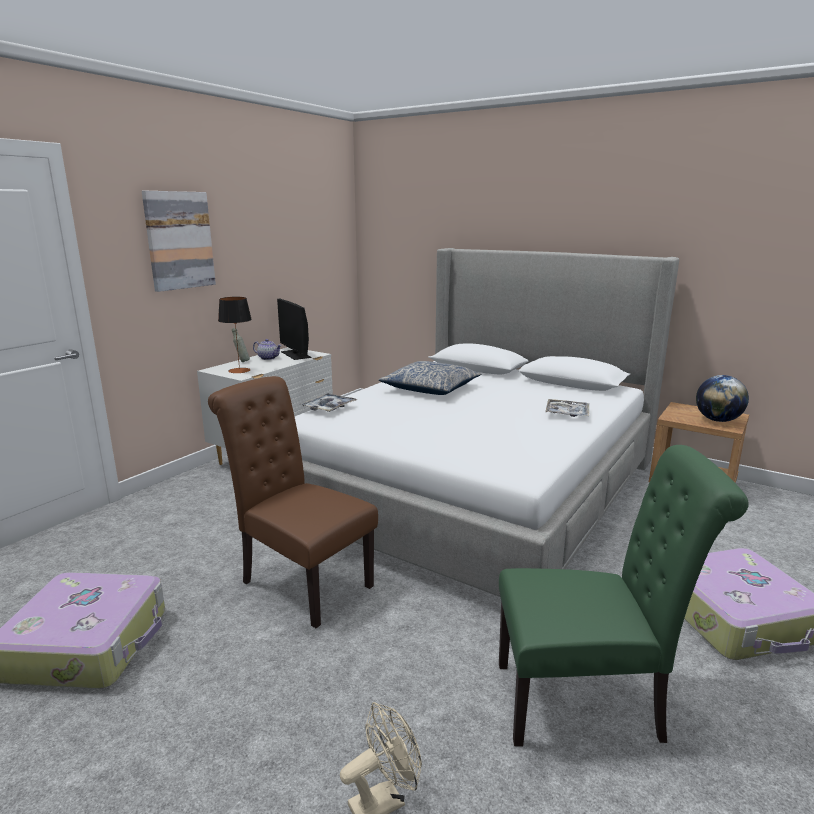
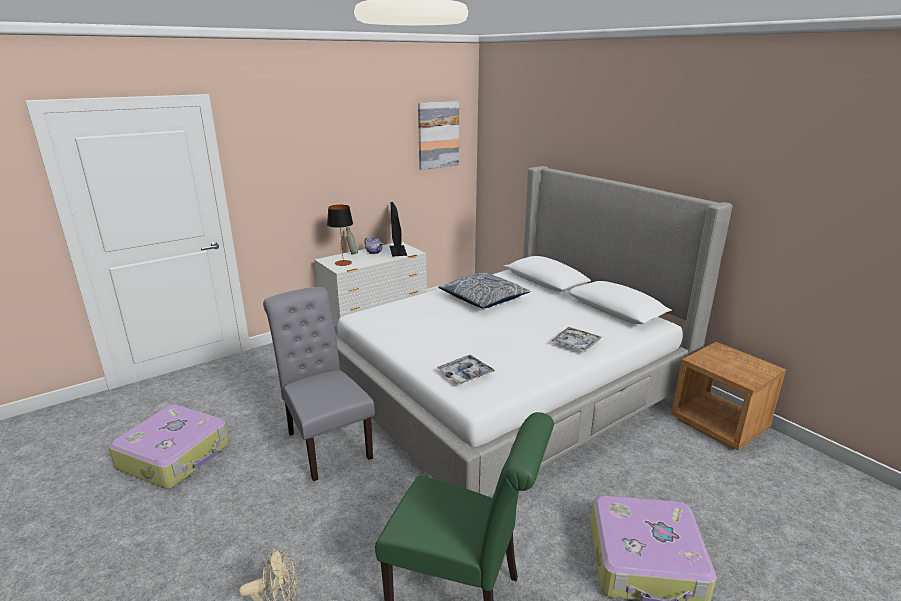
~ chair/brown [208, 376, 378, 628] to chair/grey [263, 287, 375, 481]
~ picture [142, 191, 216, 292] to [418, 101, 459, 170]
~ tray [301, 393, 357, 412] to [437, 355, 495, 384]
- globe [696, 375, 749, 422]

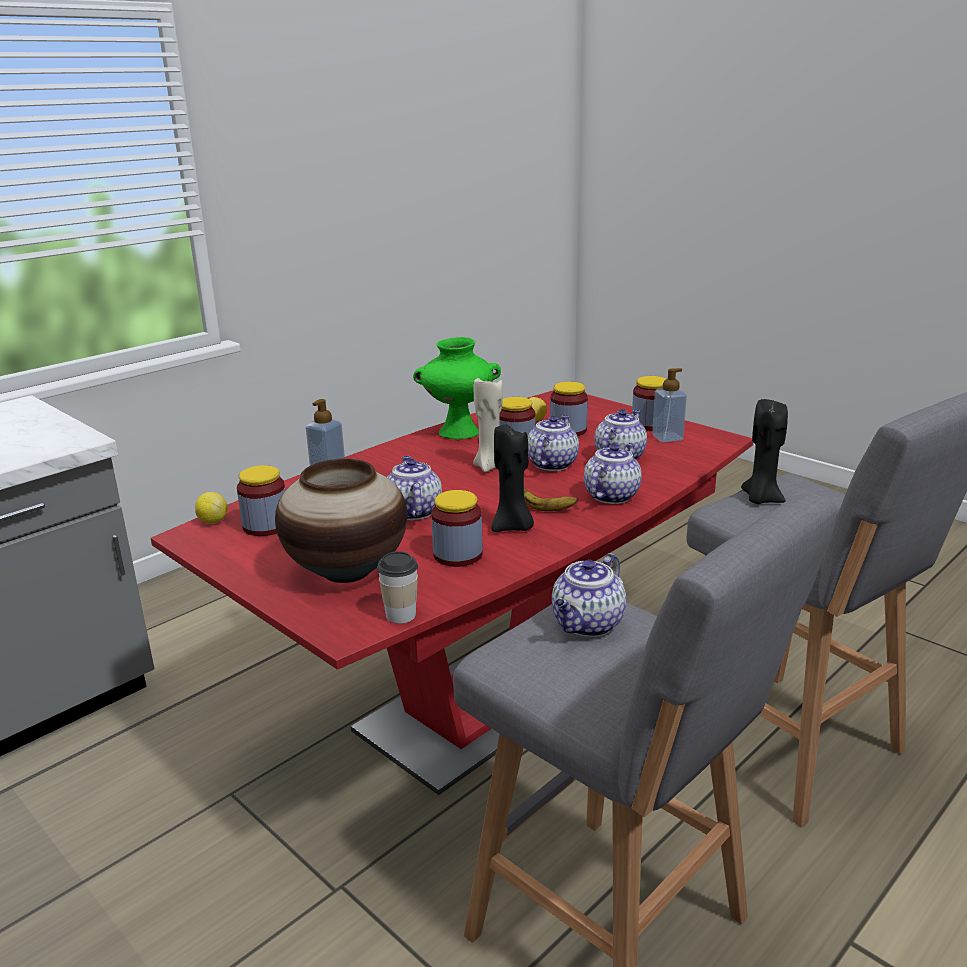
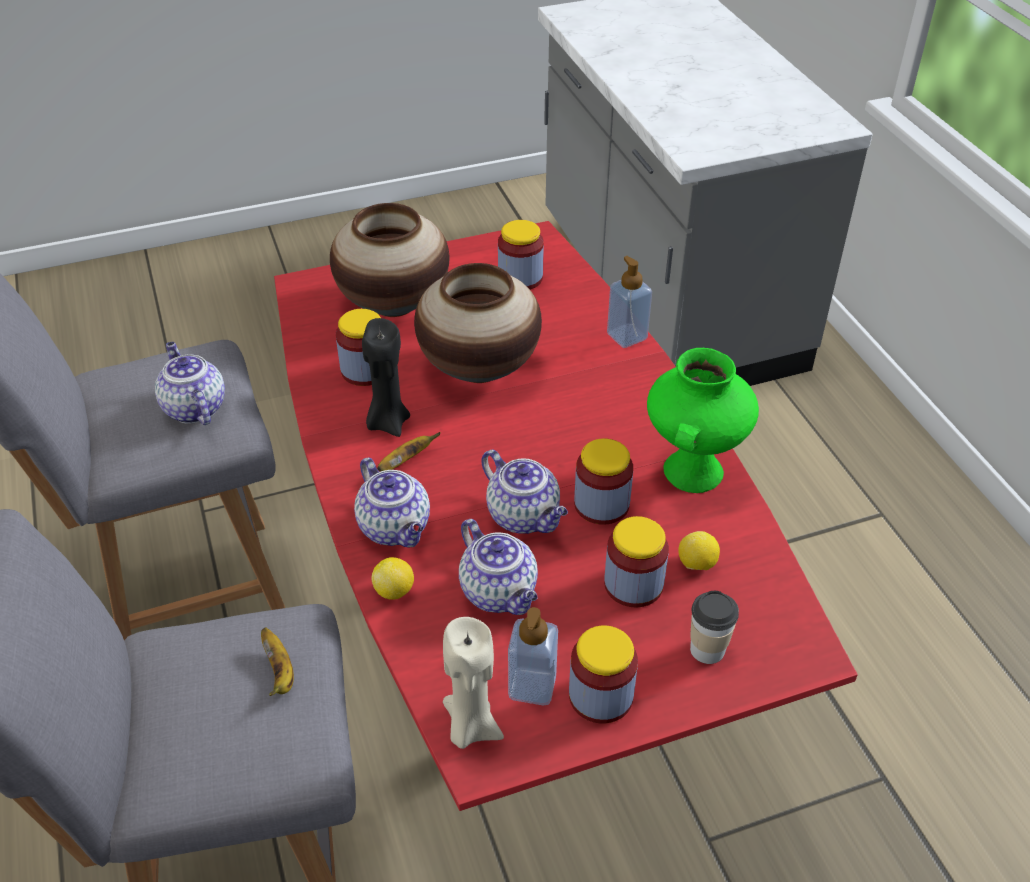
~ candle/black [741, 399, 788, 504] to banana [261, 627, 294, 696]
~ lemon [195, 492, 228, 524] to [372, 557, 414, 600]
~ teapot [387, 456, 442, 520] to vase [414, 263, 542, 383]
~ candle/beige [473, 378, 503, 472] to [443, 617, 504, 749]
~ cup [377, 551, 418, 624] to [690, 591, 739, 664]

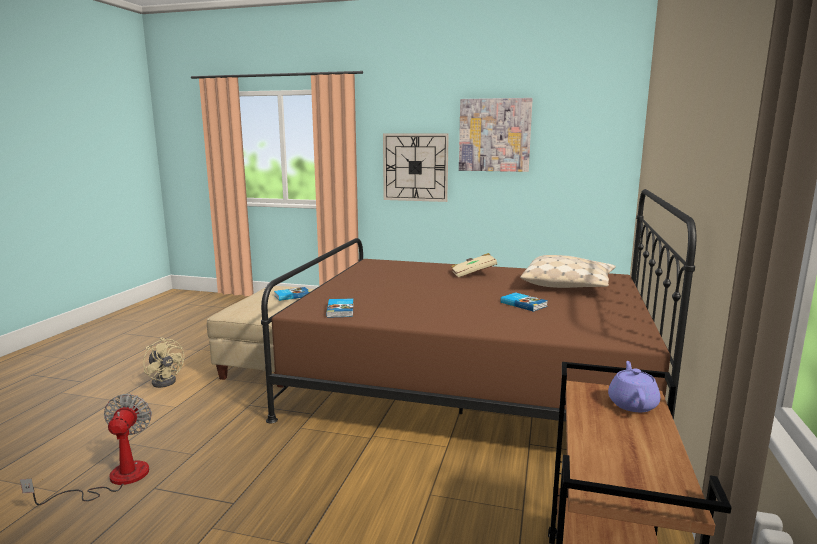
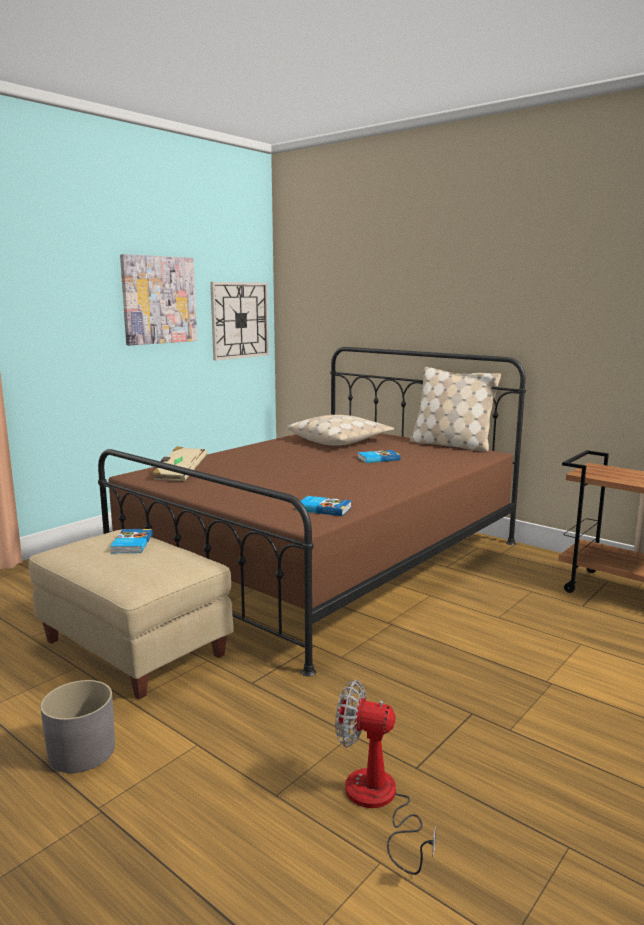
~ fan/beige [143, 337, 184, 388] to planter/grey [40, 680, 115, 773]
~ book/beige [451, 253, 497, 278] to [152, 446, 207, 481]
~ wall clock [383, 134, 449, 202] to [210, 282, 269, 361]
+ pillow/beige [410, 367, 501, 452]
- teapot/purple [608, 361, 660, 412]

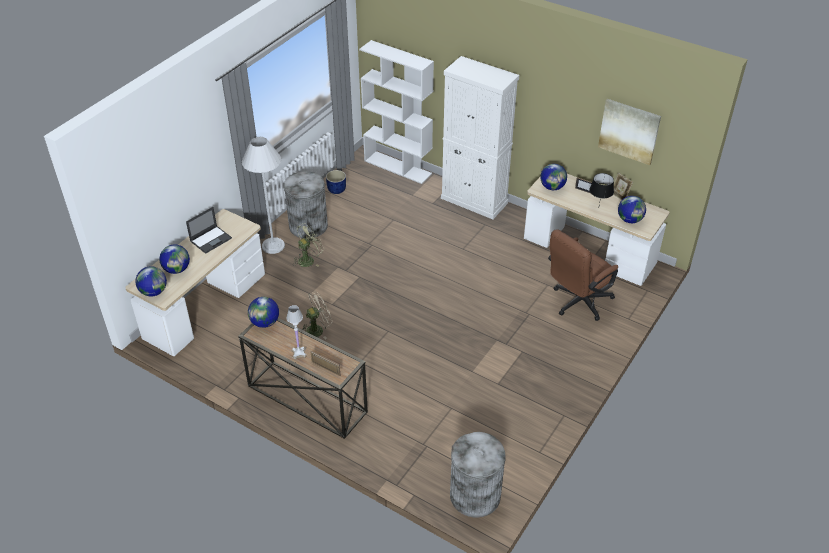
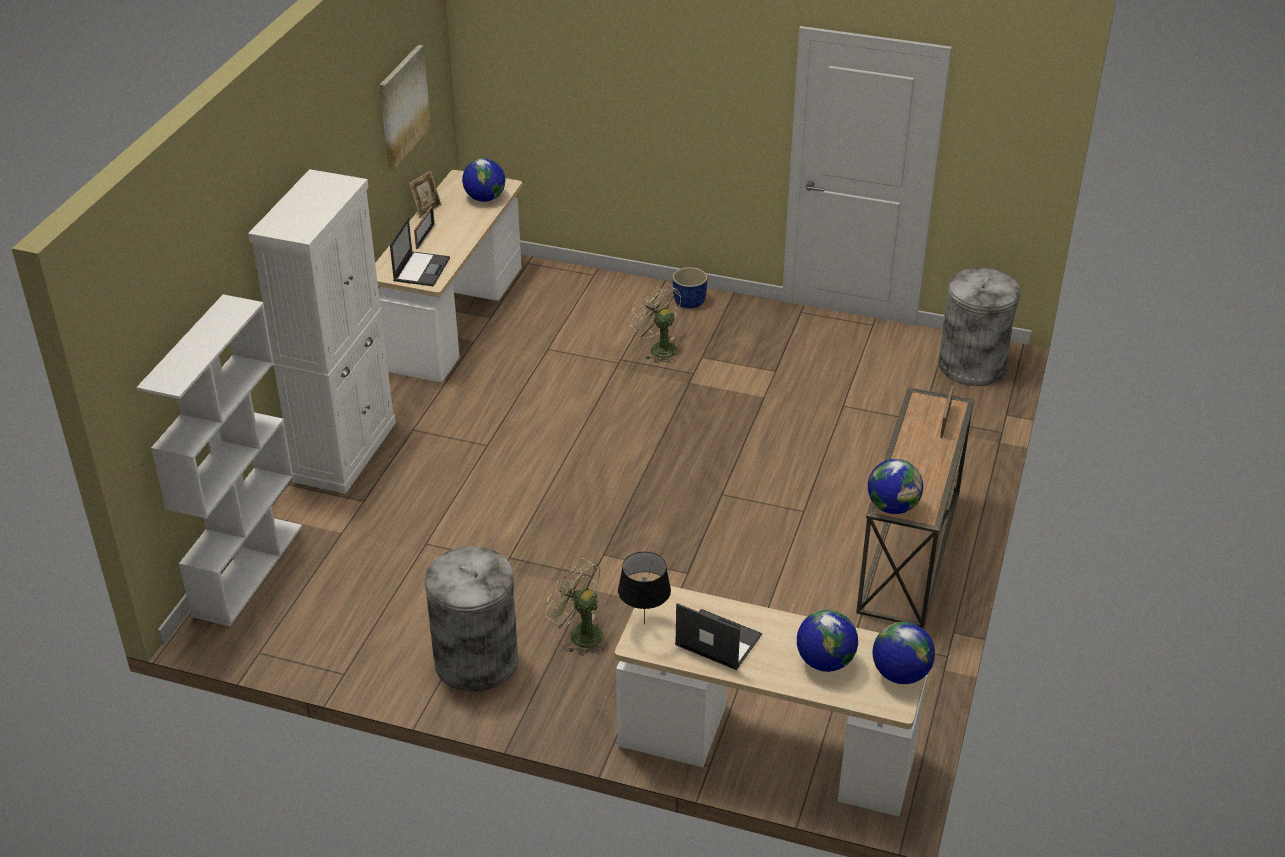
~ globe [540, 164, 567, 190] to laptop [390, 217, 450, 286]
~ table lamp/black [590, 173, 614, 205] to [618, 552, 671, 624]
~ fan/beige [303, 291, 333, 339] to [630, 283, 681, 363]
~ planter/blue [326, 170, 346, 194] to [673, 267, 707, 309]
- floor lamp/white [242, 137, 285, 254]
- table lamp/white [286, 305, 307, 359]
- office chair/brown [548, 229, 618, 321]

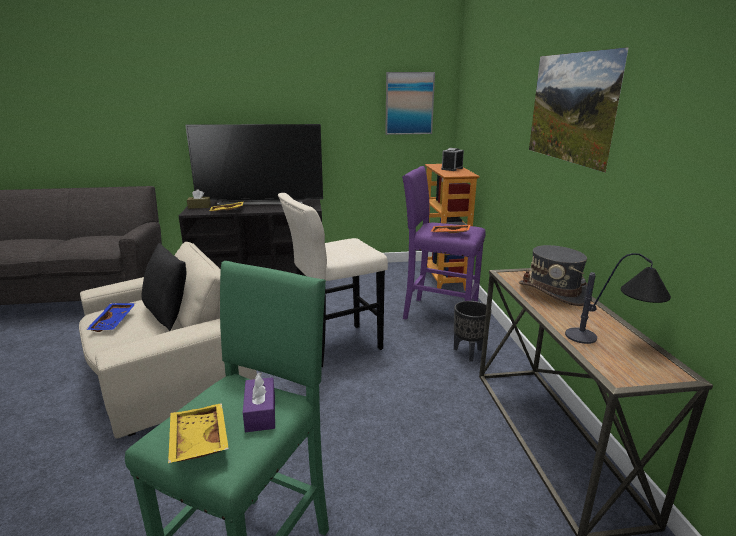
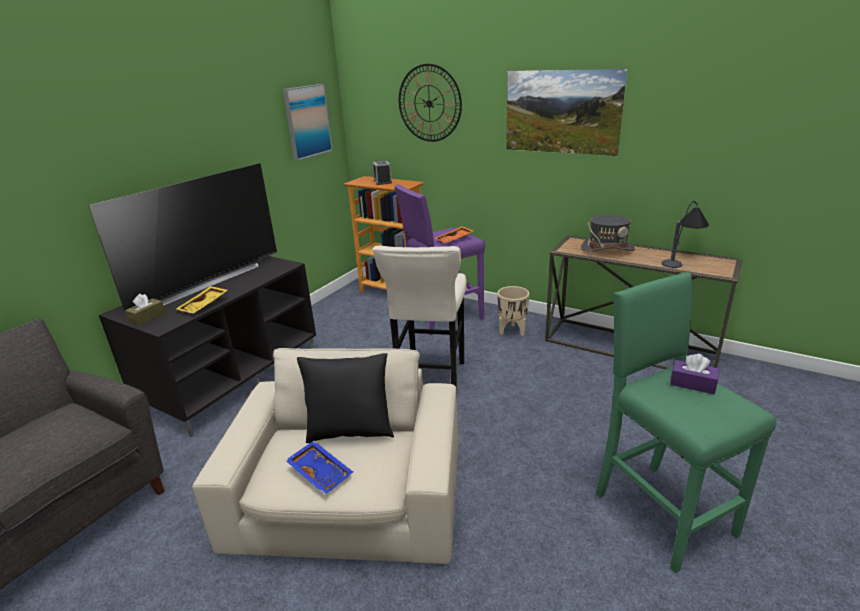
+ wall clock [399, 64, 462, 142]
~ planter/black [454, 301, 491, 362] to planter/beige [497, 286, 529, 336]
- tray/yellow [168, 403, 229, 463]

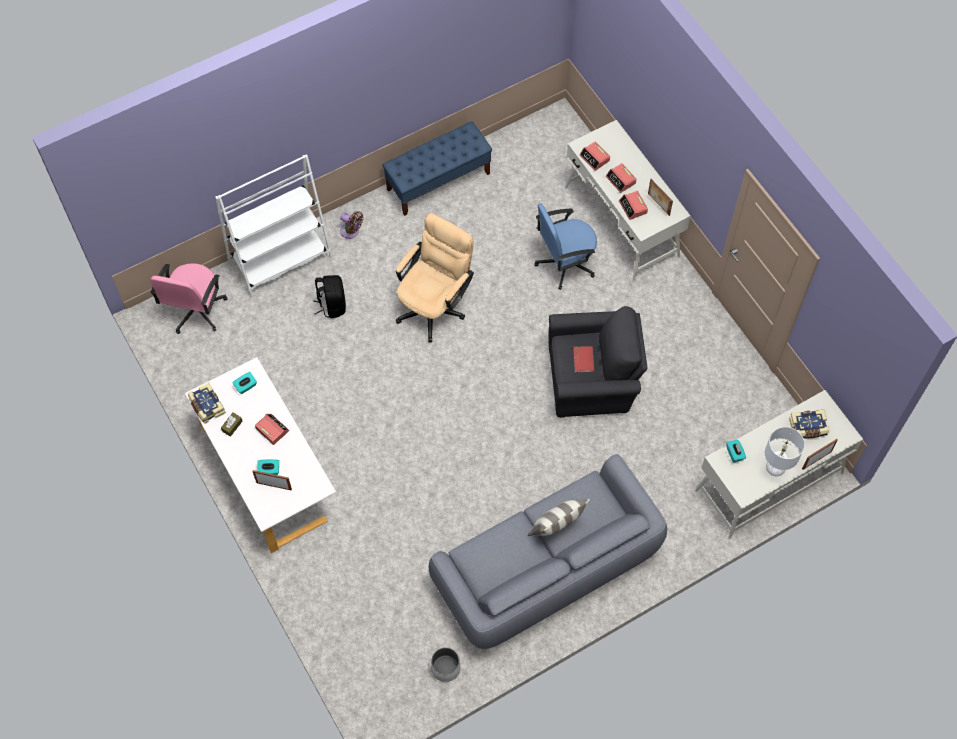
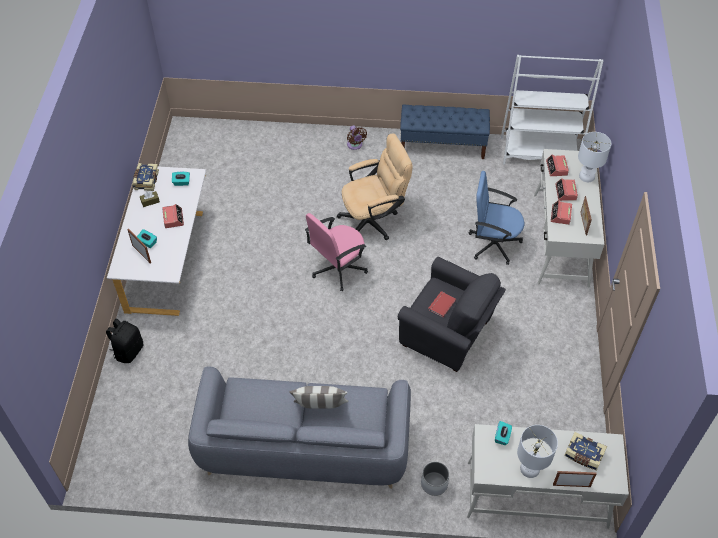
~ backpack/black [313, 275, 346, 318] to [106, 319, 143, 363]
~ office chair/pink [150, 263, 227, 334] to [305, 213, 368, 291]
~ planter/white [431, 647, 460, 682] to [421, 462, 449, 496]
~ bookcase/white [215, 154, 333, 297] to [501, 55, 603, 165]
+ table lamp/white [578, 132, 611, 182]

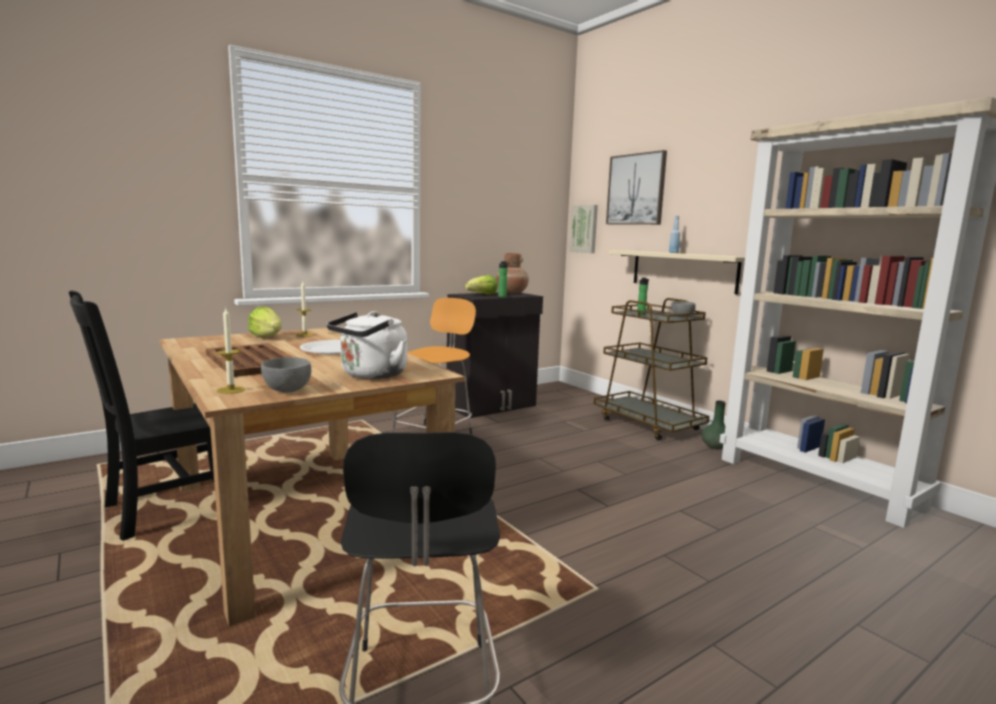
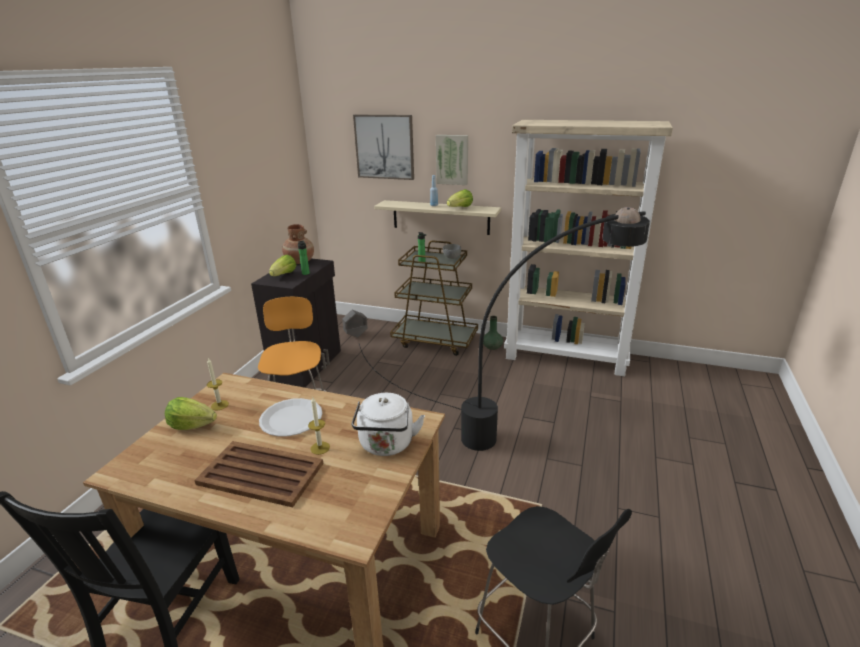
~ candle [216, 308, 245, 394] to [308, 397, 330, 455]
+ planter/grey [342, 310, 368, 337]
+ floor lamp/black [359, 207, 650, 451]
~ picture [570, 205, 598, 253] to [436, 135, 468, 185]
+ lettuce [447, 189, 473, 207]
- bowl/grey [261, 357, 311, 392]

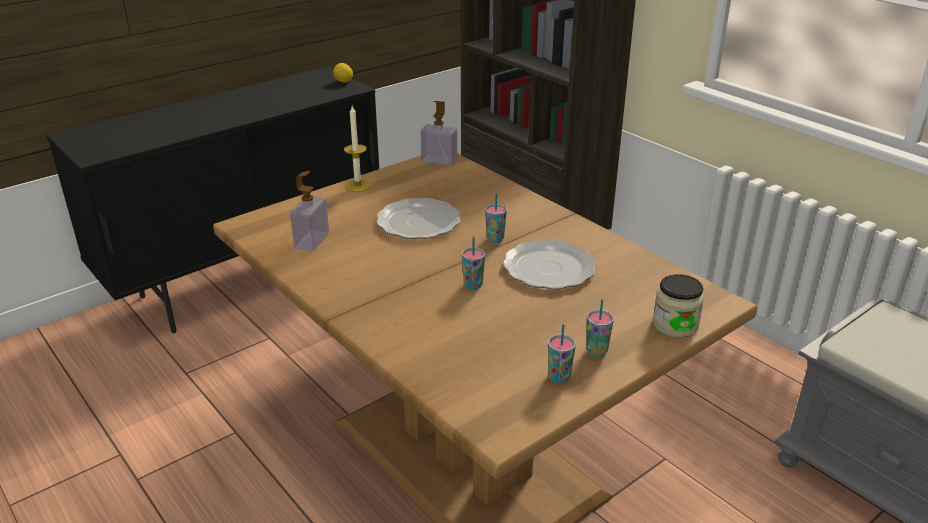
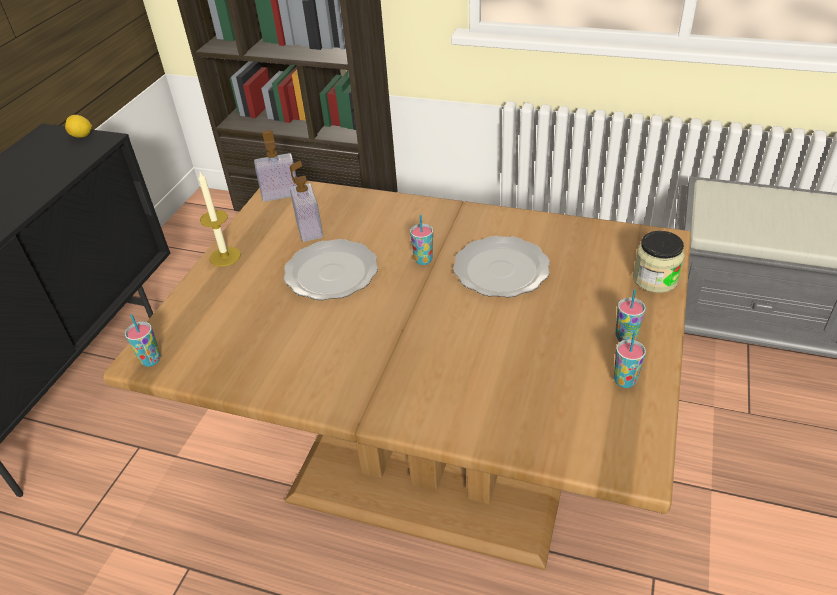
~ cup [462, 237, 485, 290] to [125, 314, 161, 367]
~ soap dispenser [290, 171, 329, 251] to [290, 161, 323, 242]

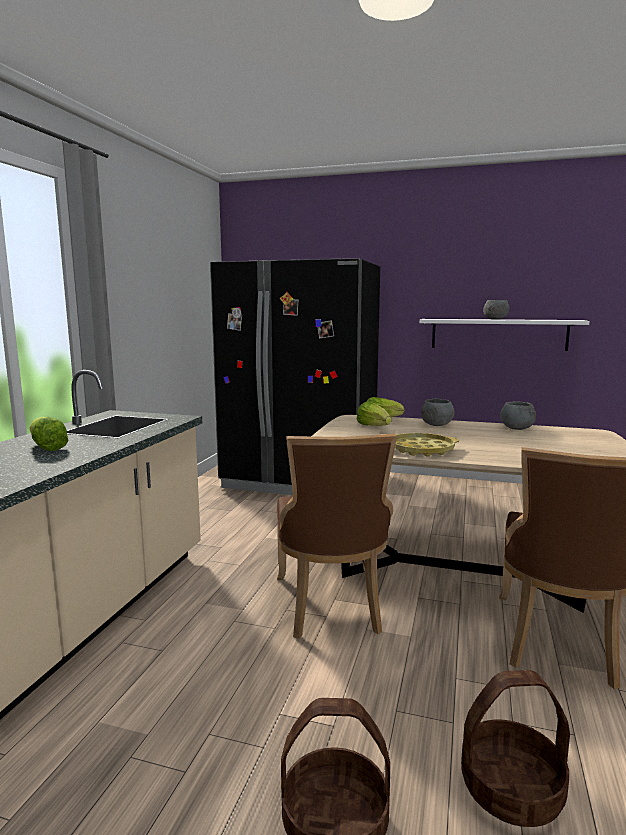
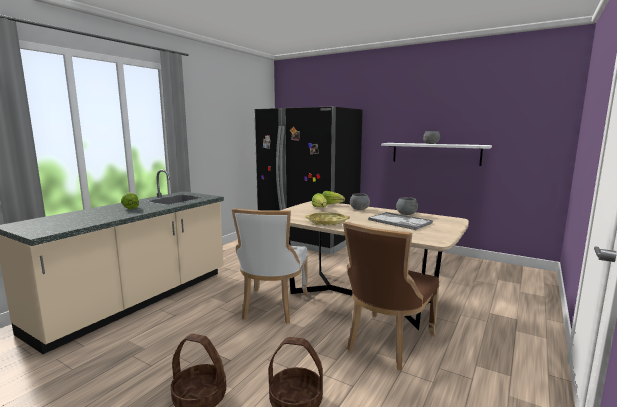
~ chair/brown [277, 434, 397, 639] to chair/white [232, 208, 308, 324]
+ tray [368, 212, 433, 230]

